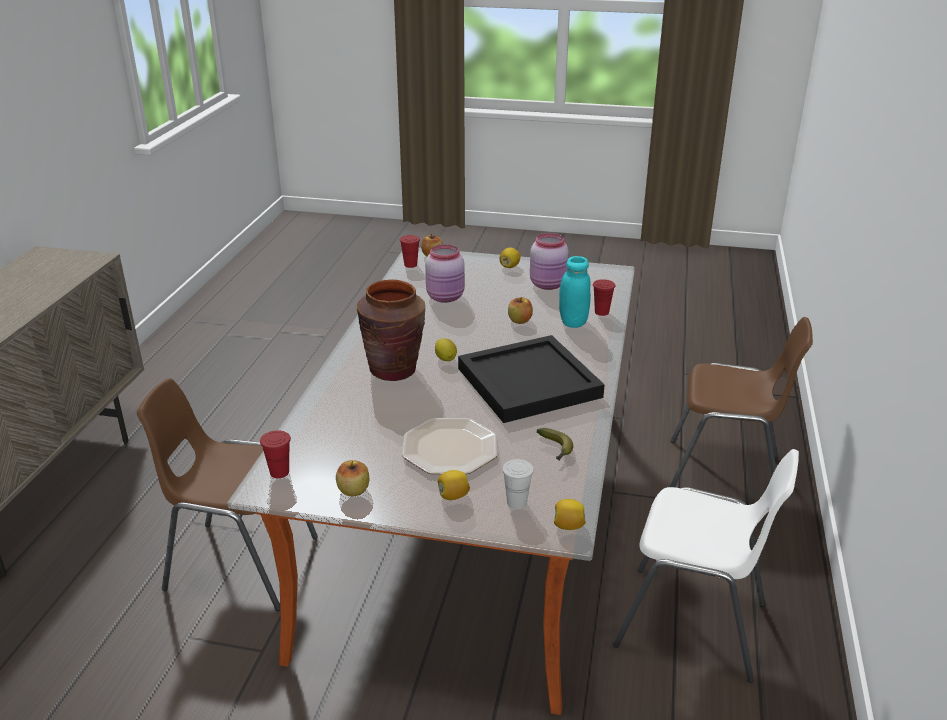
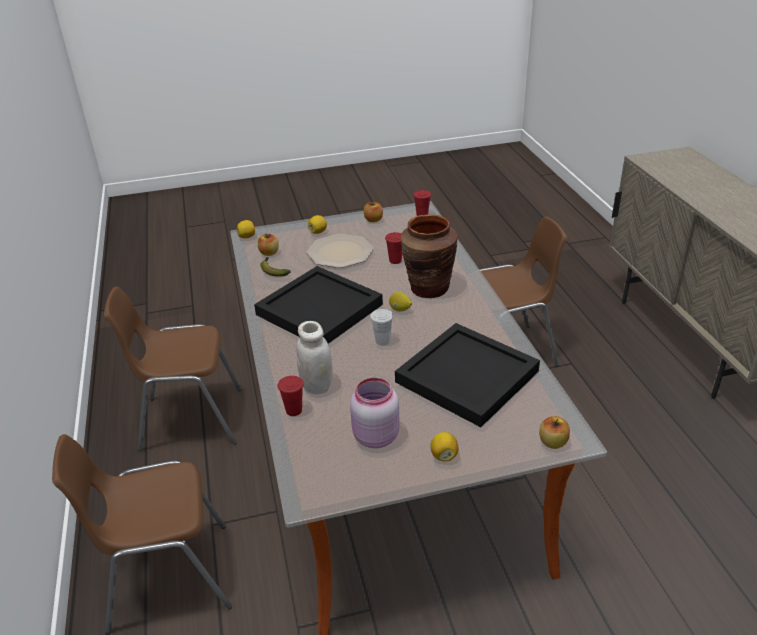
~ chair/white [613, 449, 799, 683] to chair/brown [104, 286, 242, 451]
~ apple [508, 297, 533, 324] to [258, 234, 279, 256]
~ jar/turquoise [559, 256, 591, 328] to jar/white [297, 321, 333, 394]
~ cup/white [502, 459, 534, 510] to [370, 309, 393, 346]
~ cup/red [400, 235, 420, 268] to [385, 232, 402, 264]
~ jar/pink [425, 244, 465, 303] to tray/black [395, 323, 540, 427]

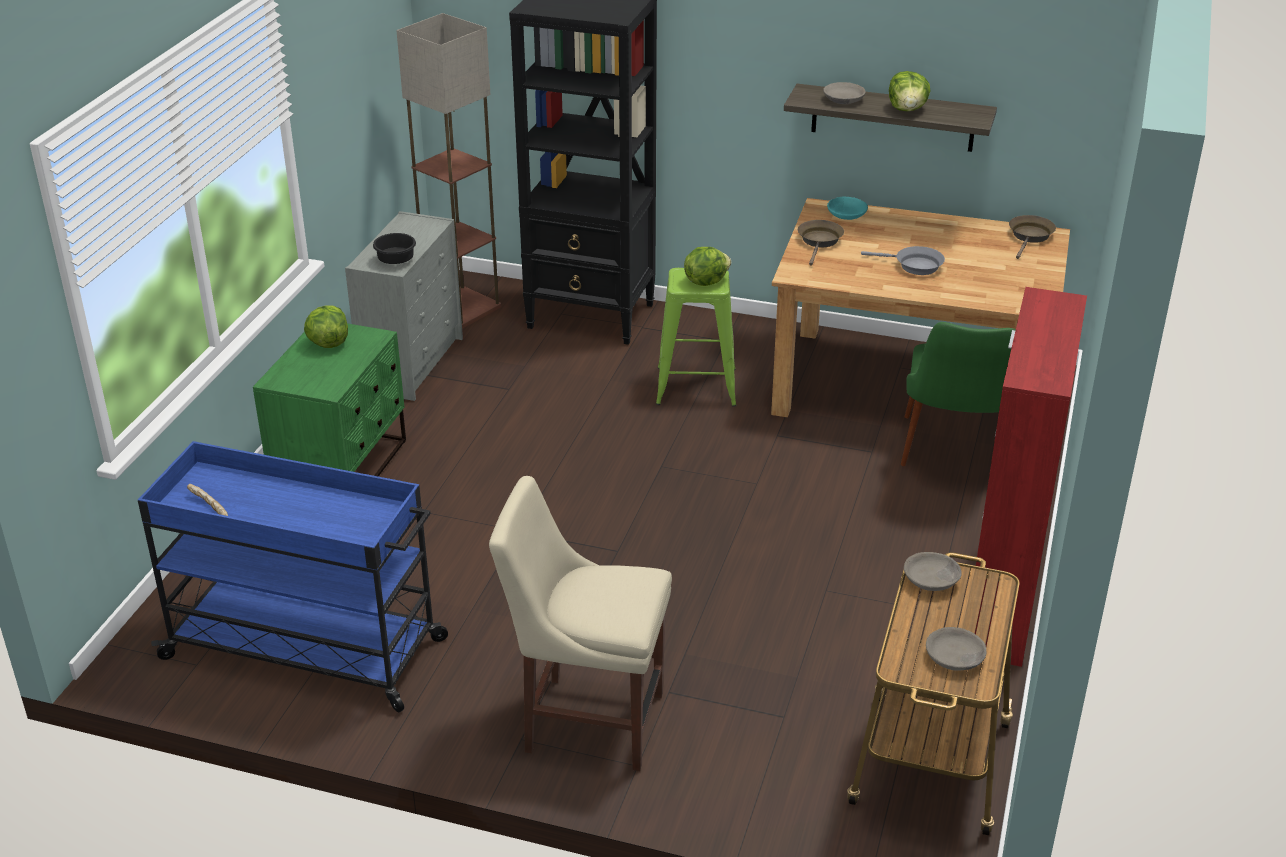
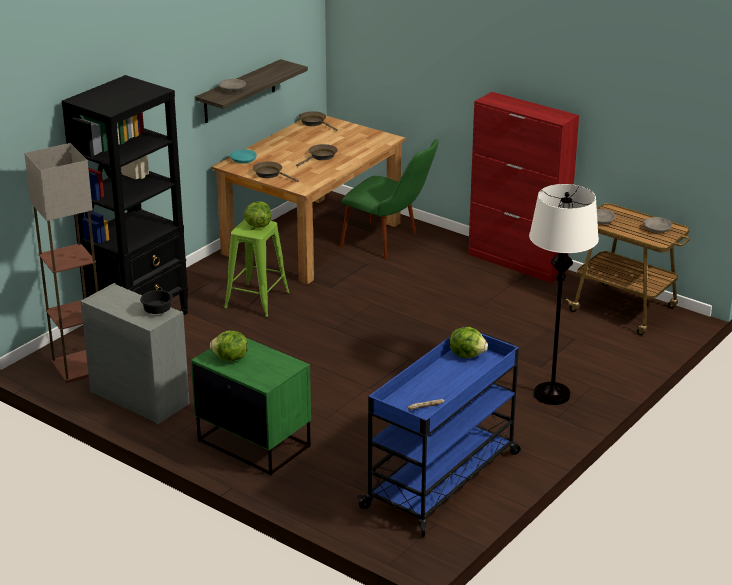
~ frying pan/grey [861, 246, 945, 275] to frying pan/brown [296, 144, 338, 167]
~ lettuce [889, 71, 931, 111] to [450, 327, 488, 358]
~ chair/beige [489, 476, 672, 771] to floor lamp/white [529, 184, 599, 405]

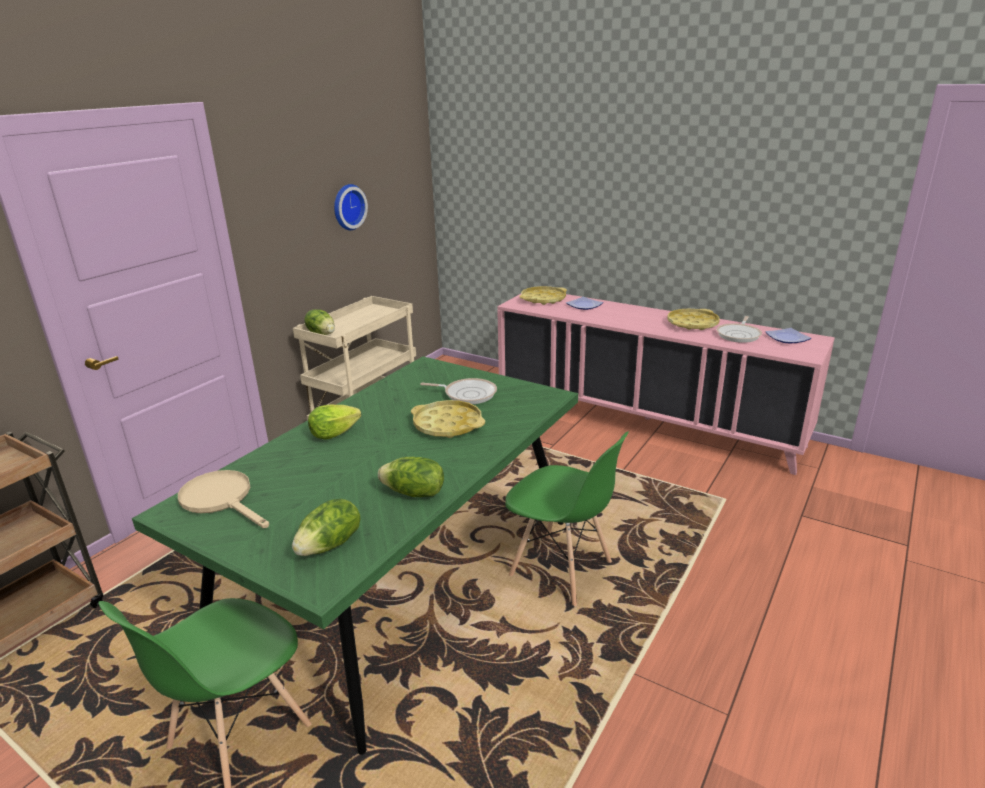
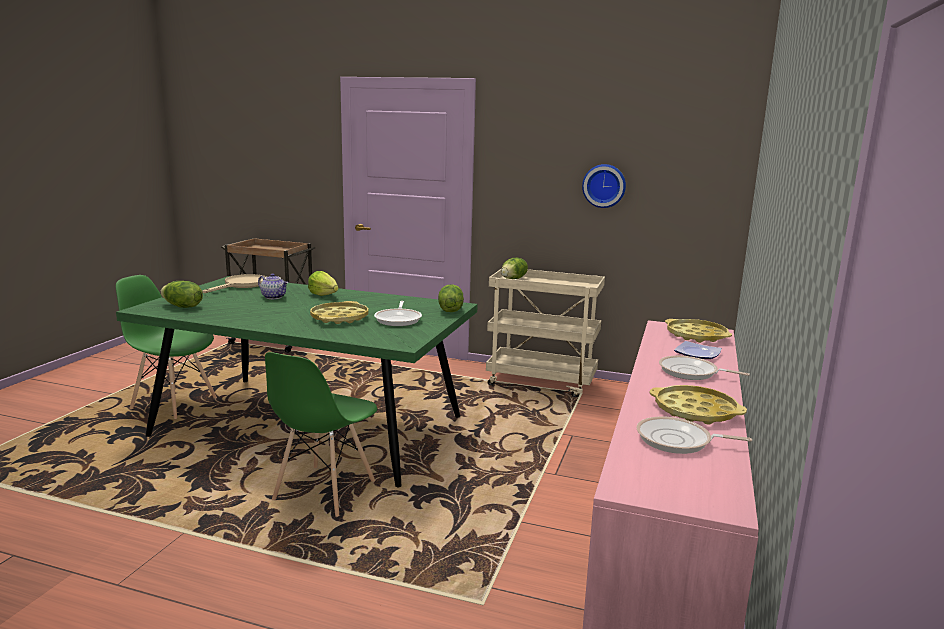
+ teapot [258, 273, 288, 299]
~ lettuce [378, 457, 444, 497] to [438, 284, 464, 312]
+ frying pan [659, 356, 750, 380]
- plate [765, 328, 811, 343]

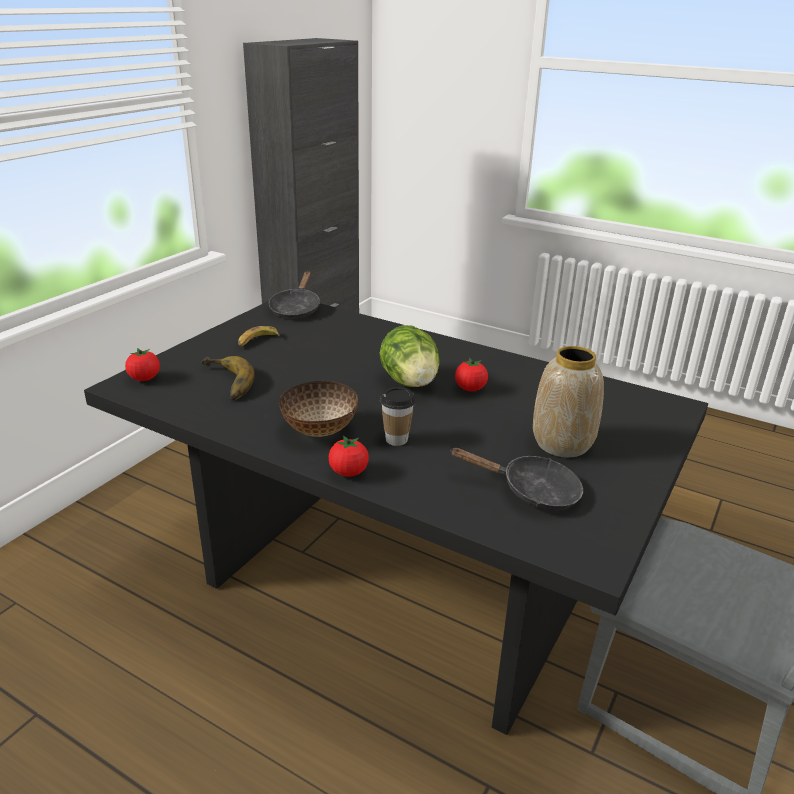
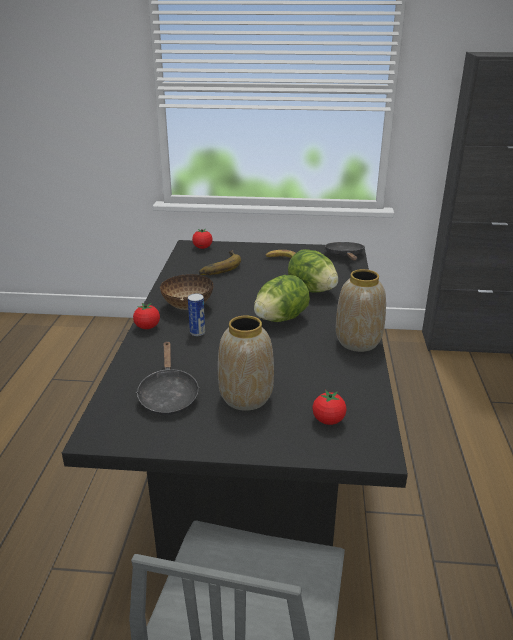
~ cup [380, 387, 416, 446] to can [188, 293, 205, 336]
+ lettuce [288, 249, 338, 293]
~ tomato [455, 358, 488, 391] to [312, 390, 347, 425]
~ frying pan/black [269, 271, 320, 319] = [325, 242, 364, 261] 105 degrees clockwise
+ vase [336, 269, 386, 352]

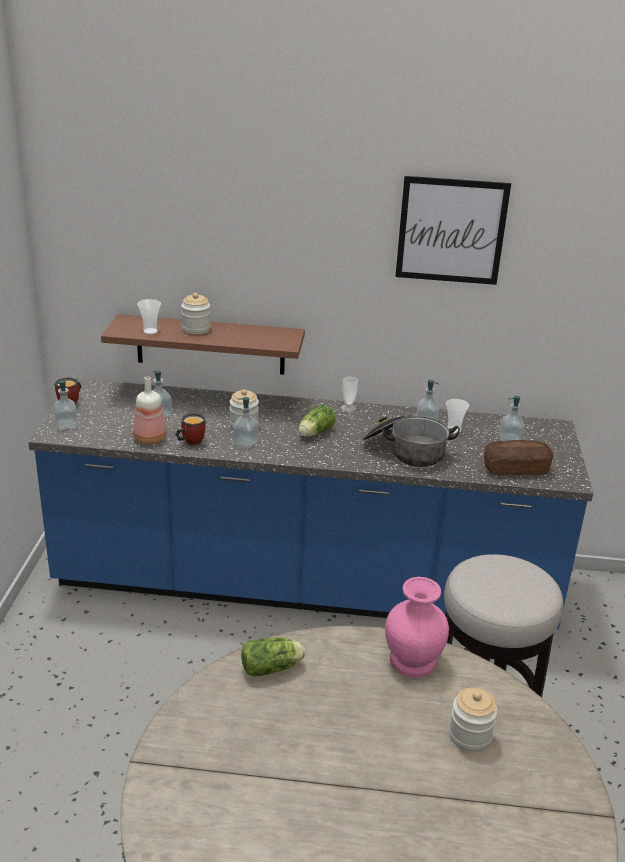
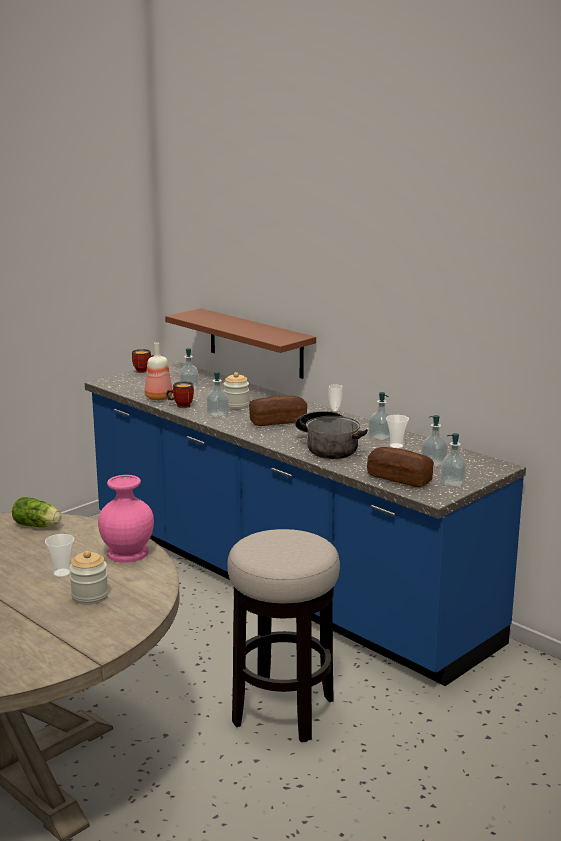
~ cup [137, 299, 161, 334] to [45, 534, 74, 577]
~ lettuce [298, 405, 336, 437] to bread [249, 396, 307, 426]
~ soap dispenser [54, 380, 78, 430] to [441, 433, 466, 487]
- jar [181, 293, 210, 335]
- picture [395, 176, 511, 285]

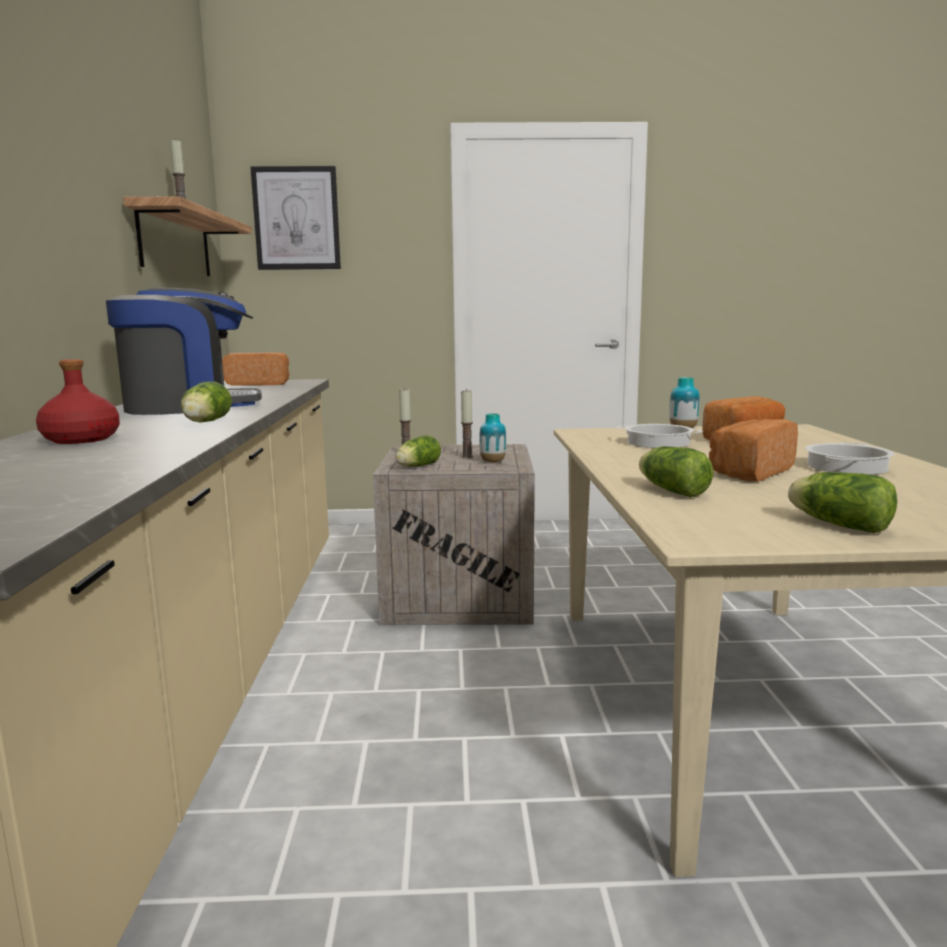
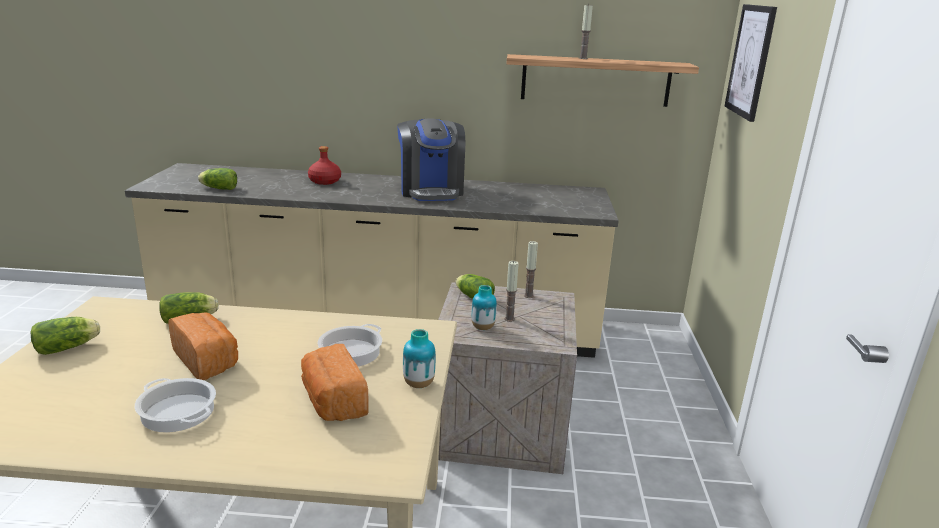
~ lettuce [181, 382, 232, 423] to [198, 168, 237, 190]
- bread [222, 352, 289, 386]

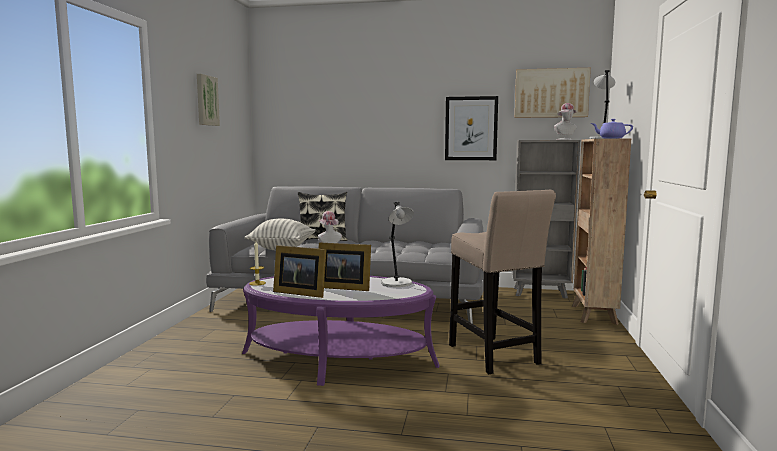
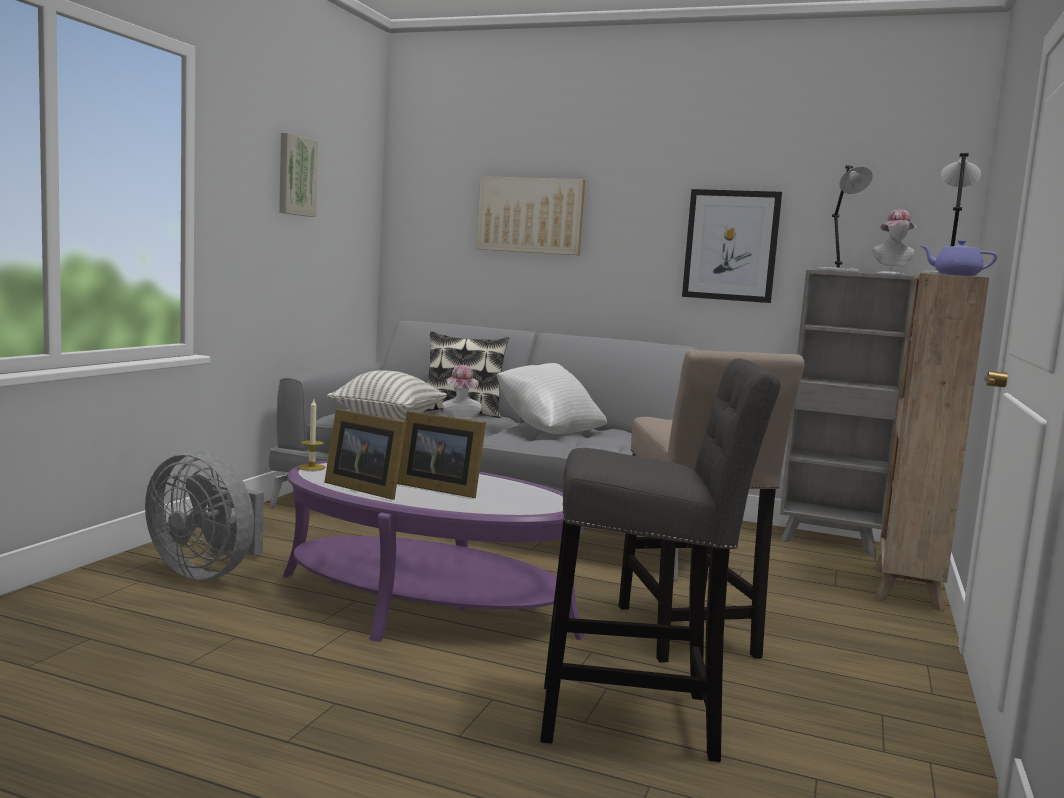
+ fan/grey [145, 451, 264, 580]
~ picture [515, 68, 591, 118] to [476, 176, 585, 255]
+ pillow/white [496, 363, 607, 434]
+ stool/grey [541, 358, 781, 762]
~ table lamp/grey [381, 202, 414, 287] to [817, 165, 873, 273]

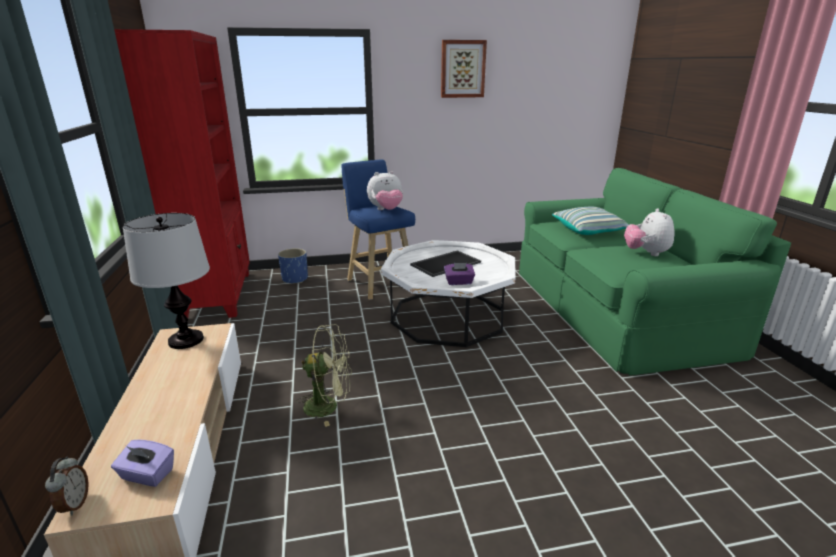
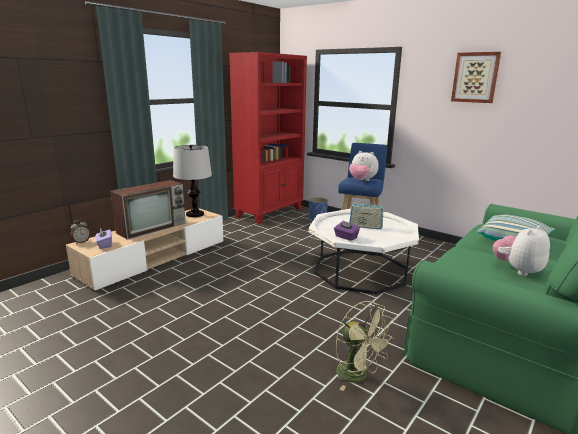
+ television [110, 180, 186, 239]
~ fan/green [296, 324, 352, 427] to [336, 301, 394, 391]
~ tray [410, 250, 481, 277] to radio [349, 201, 384, 229]

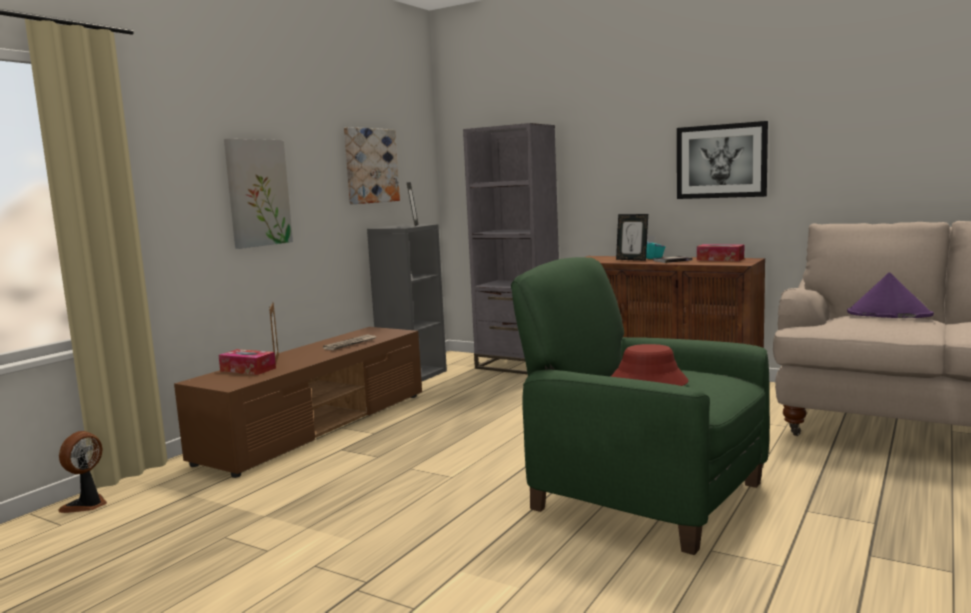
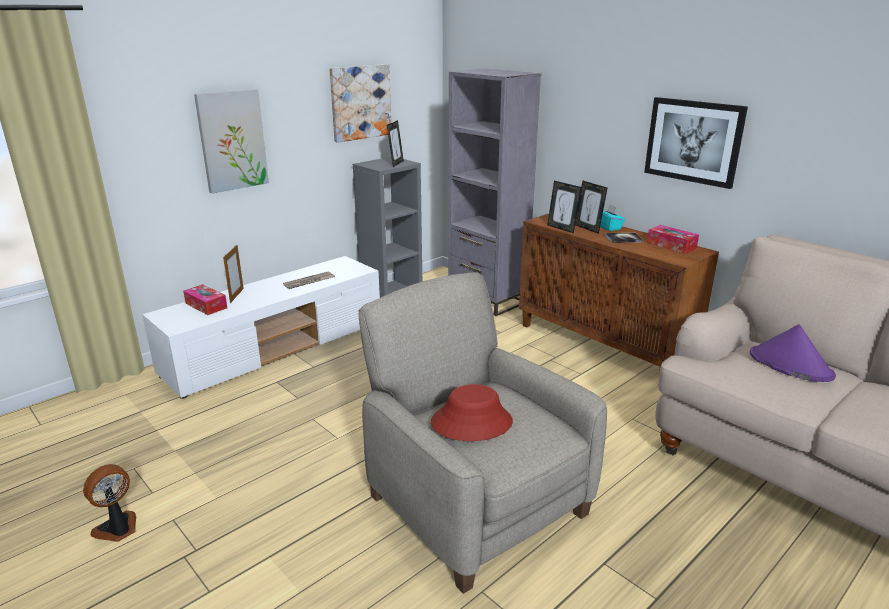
~ fan [58, 431, 107, 513] to [83, 464, 136, 542]
~ tv stand/brown [174, 327, 422, 478] to tv stand/white [142, 256, 380, 399]
~ armchair/green [511, 257, 770, 555] to armchair/beige [359, 272, 607, 594]
+ picture frame [547, 181, 581, 233]

